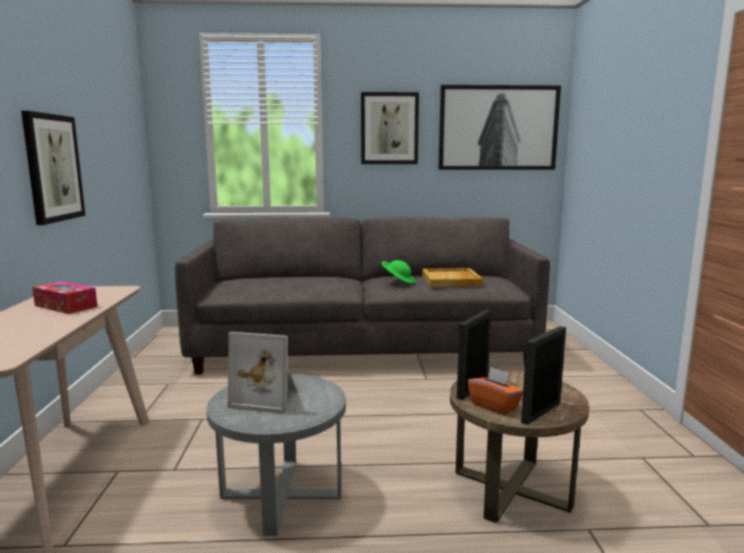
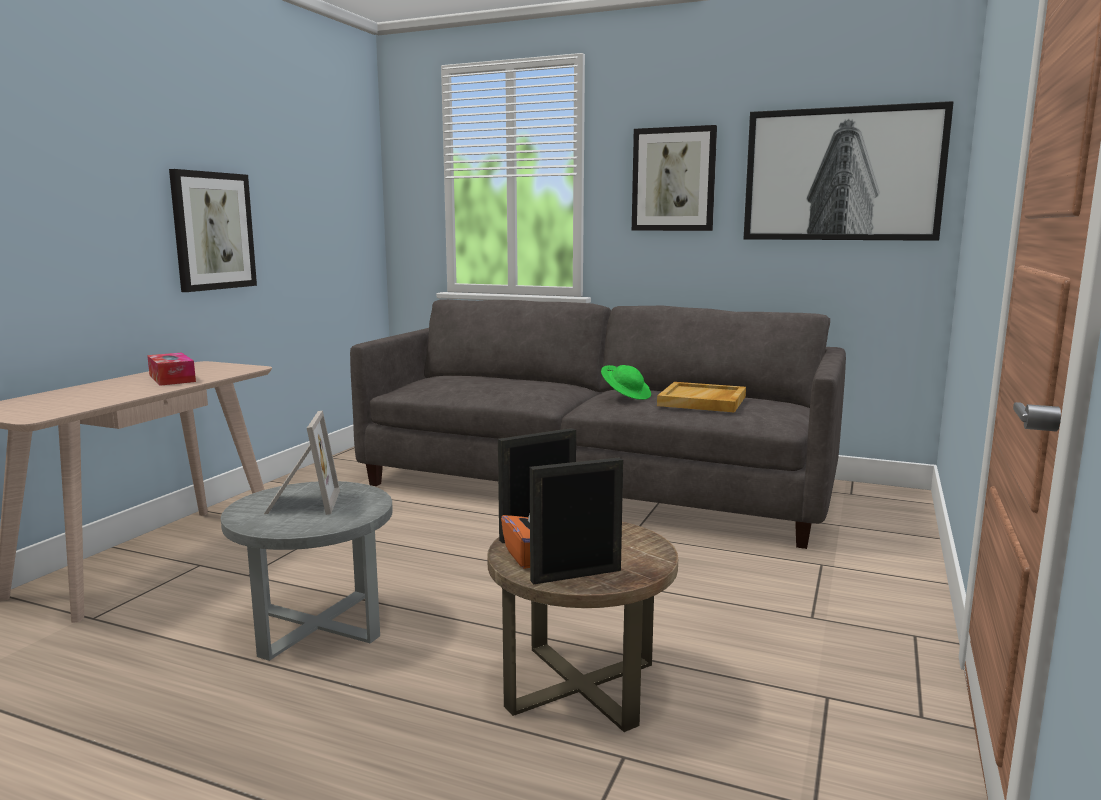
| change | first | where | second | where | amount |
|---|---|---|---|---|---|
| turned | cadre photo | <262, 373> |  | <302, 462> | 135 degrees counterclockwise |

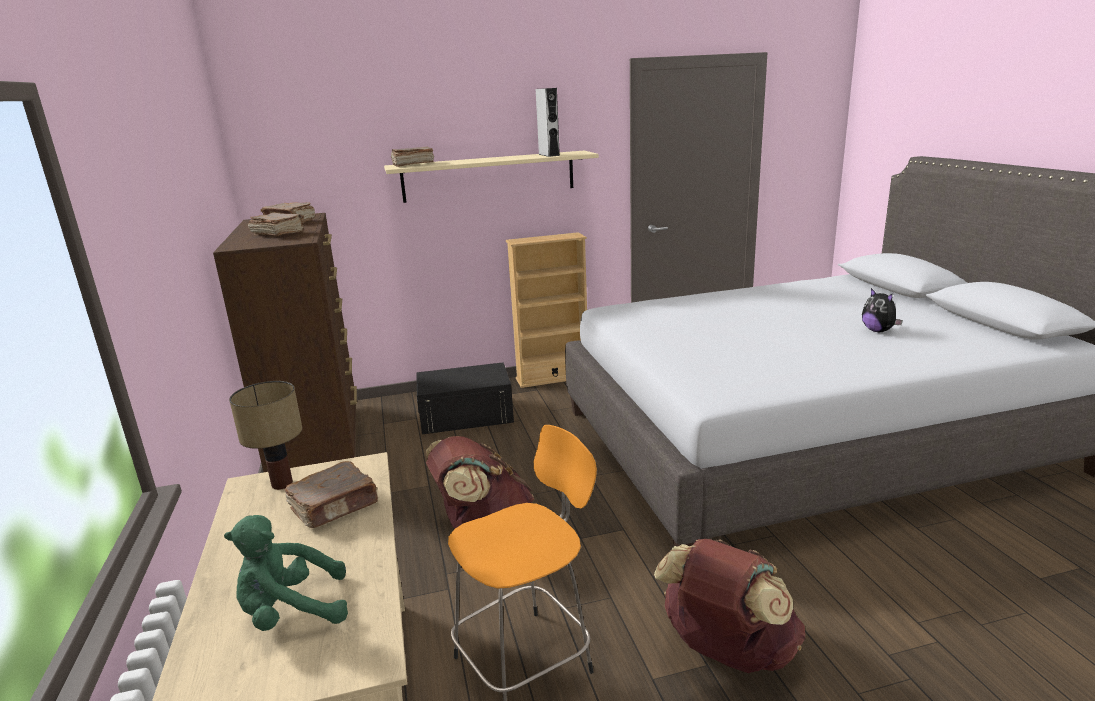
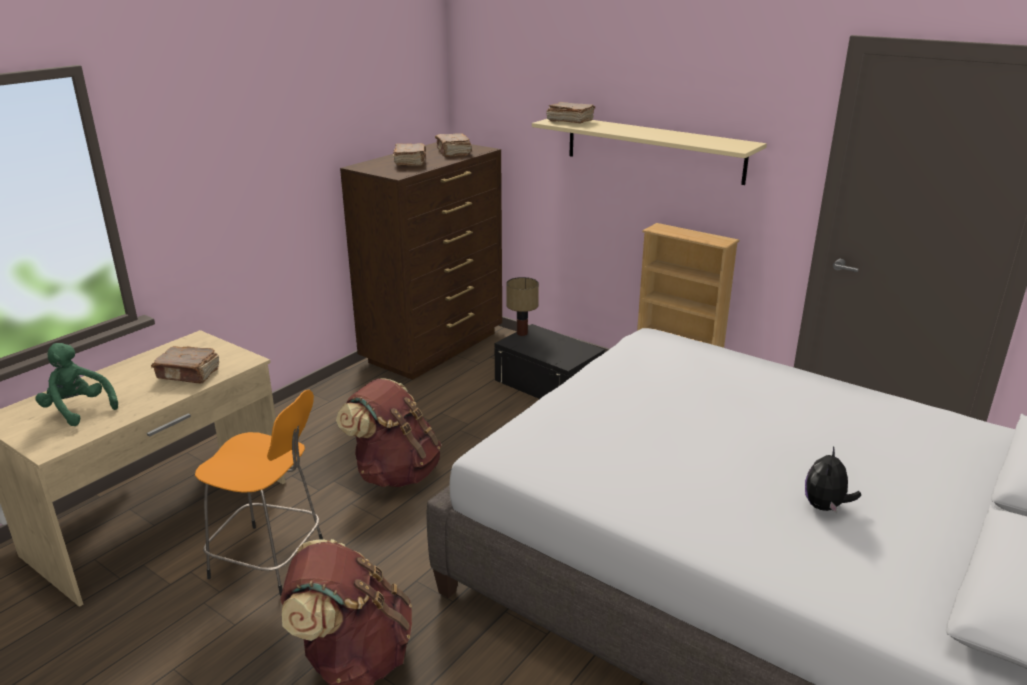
| change | first | where | second | where | amount |
|---|---|---|---|---|---|
| removed | enceinte/gris | <548, 122> |  |  |  |
| moved | lampe de table | <266, 435> |  | <522, 306> |  |

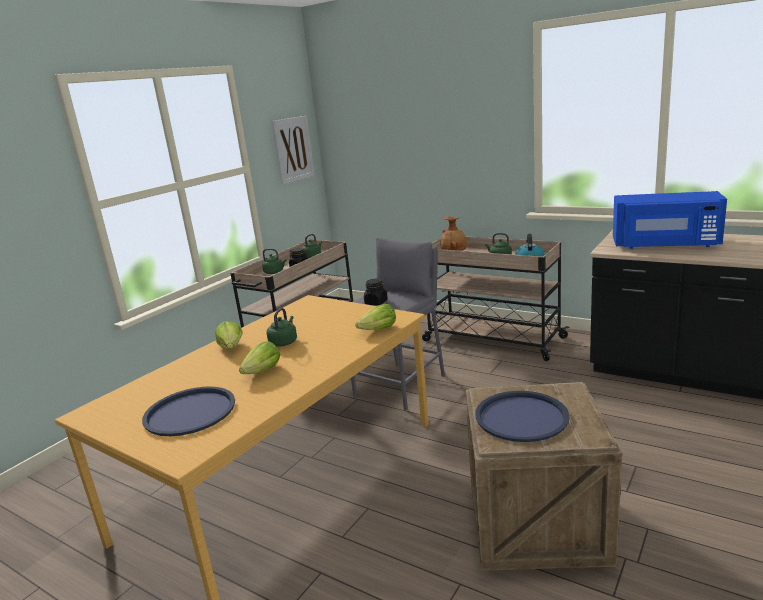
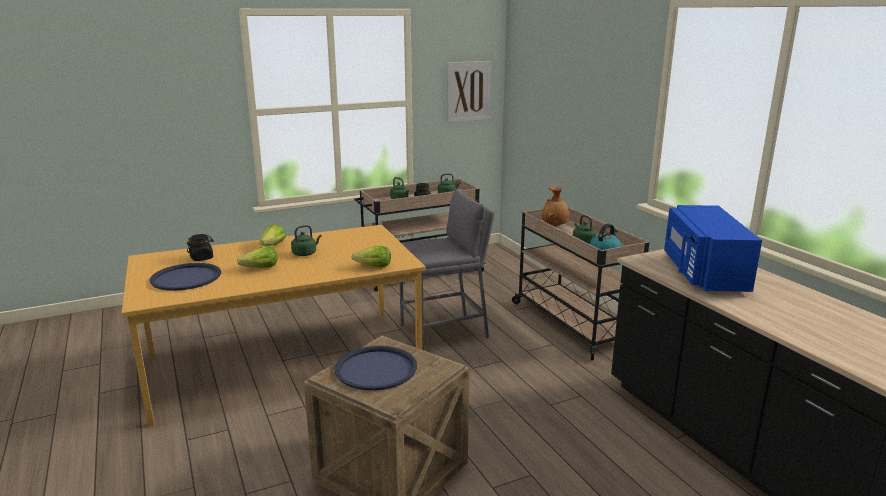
| change | first | where | second | where | amount |
|---|---|---|---|---|---|
| turned | micro-ondes/bleu | <670, 220> |  | <713, 248> | 45 degrees clockwise |
| moved | bocal/noir | <376, 292> |  | <200, 247> |  |

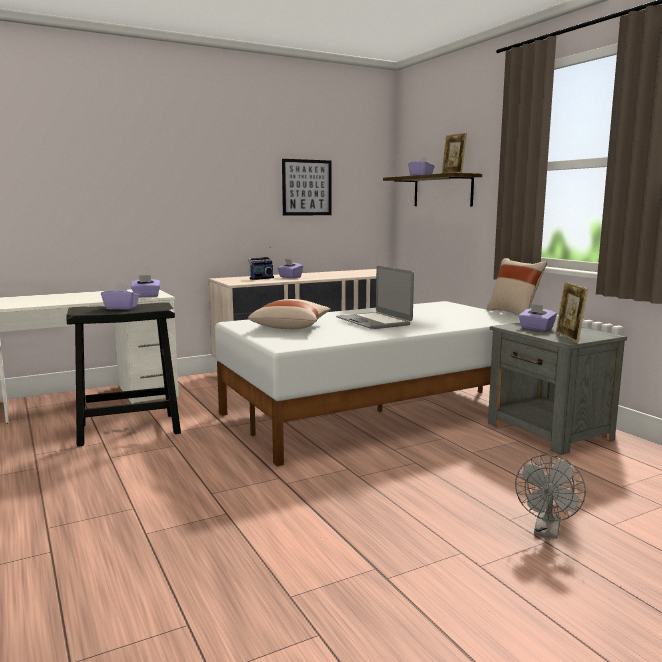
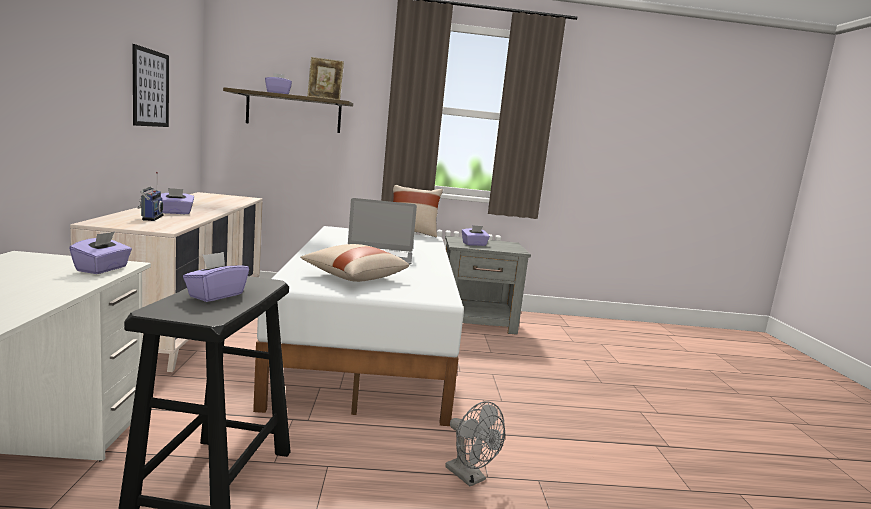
| change | first | where | second | where | amount |
|---|---|---|---|---|---|
| removed | cadre photo | <572, 312> |  |  |  |
| moved | ventilateur/gris | <550, 497> |  | <475, 443> |  |

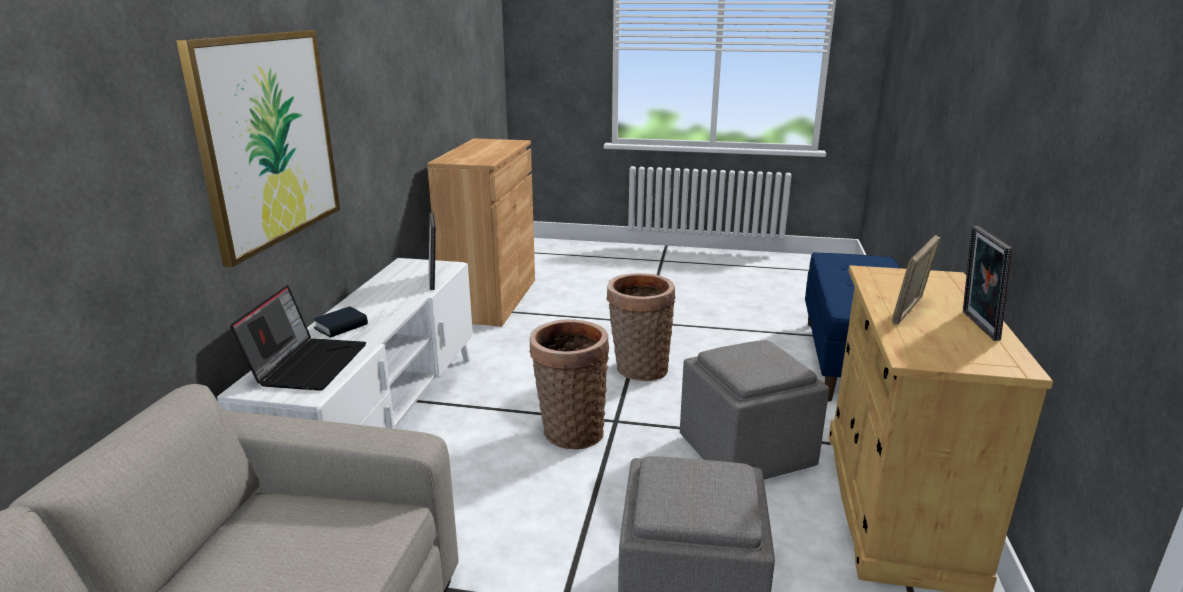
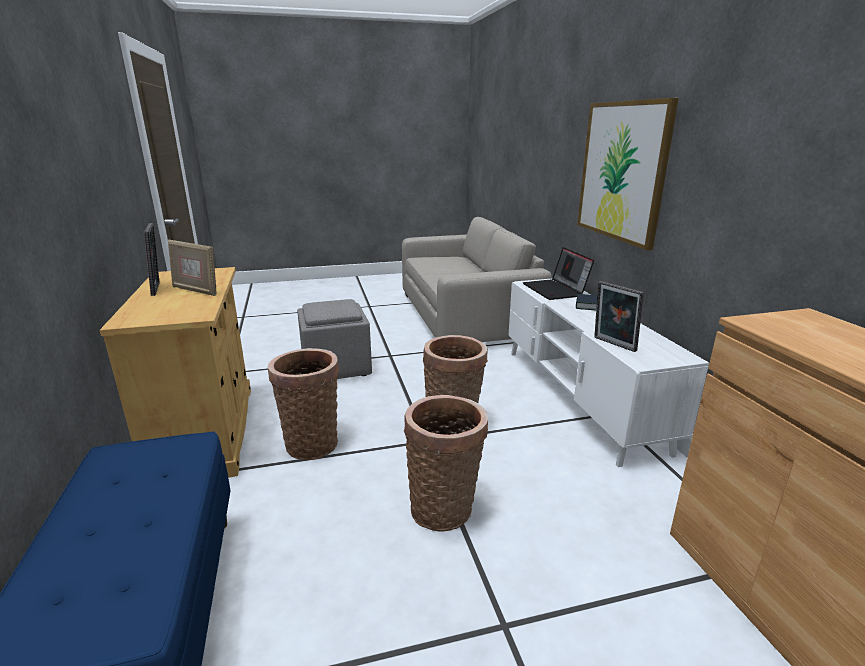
| change | first | where | second | where | amount |
|---|---|---|---|---|---|
| turned | cadre photo | <916, 280> |  | <192, 268> | 105 degrees clockwise |
| replaced | pouf/gris | <754, 409> | panier | <303, 404> |  |

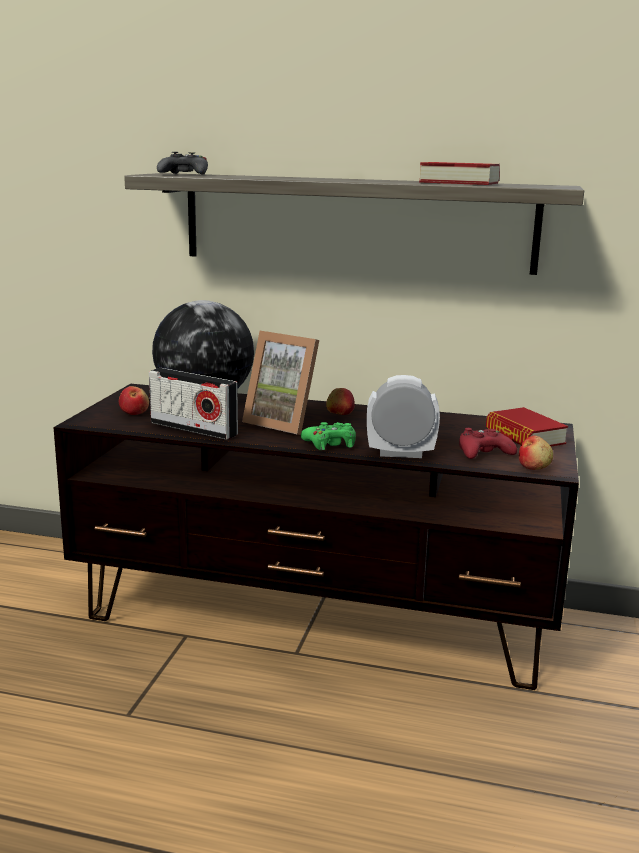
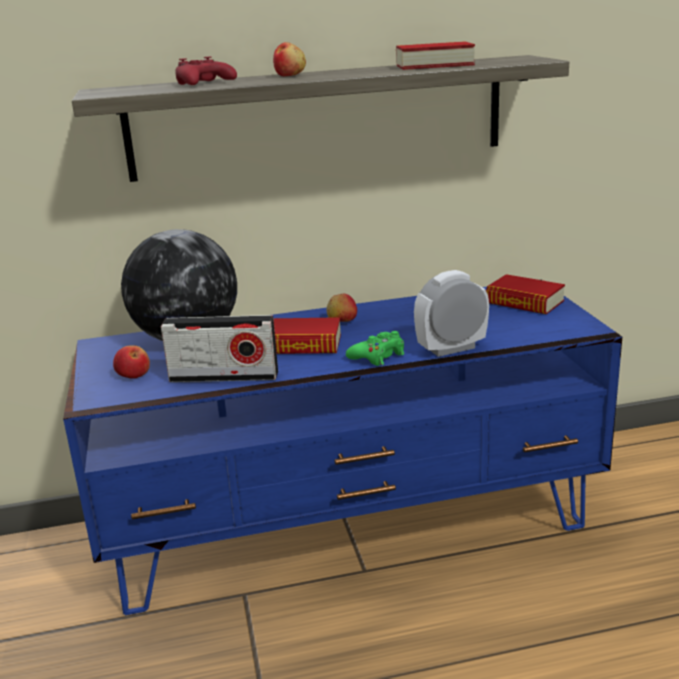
| change | first | where | second | where | amount |
|---|---|---|---|---|---|
| removed | manette/noir | <182, 163> |  |  |  |
| replaced | cadre photo | <280, 383> | livre | <307, 335> |  |
| recoloured | meuble télé/marron | <316, 537> | meuble télé/bleu | <342, 451> |  |
| moved | manette/rouge | <488, 443> |  | <206, 71> |  |
| moved | pomme | <536, 453> |  | <289, 59> |  |

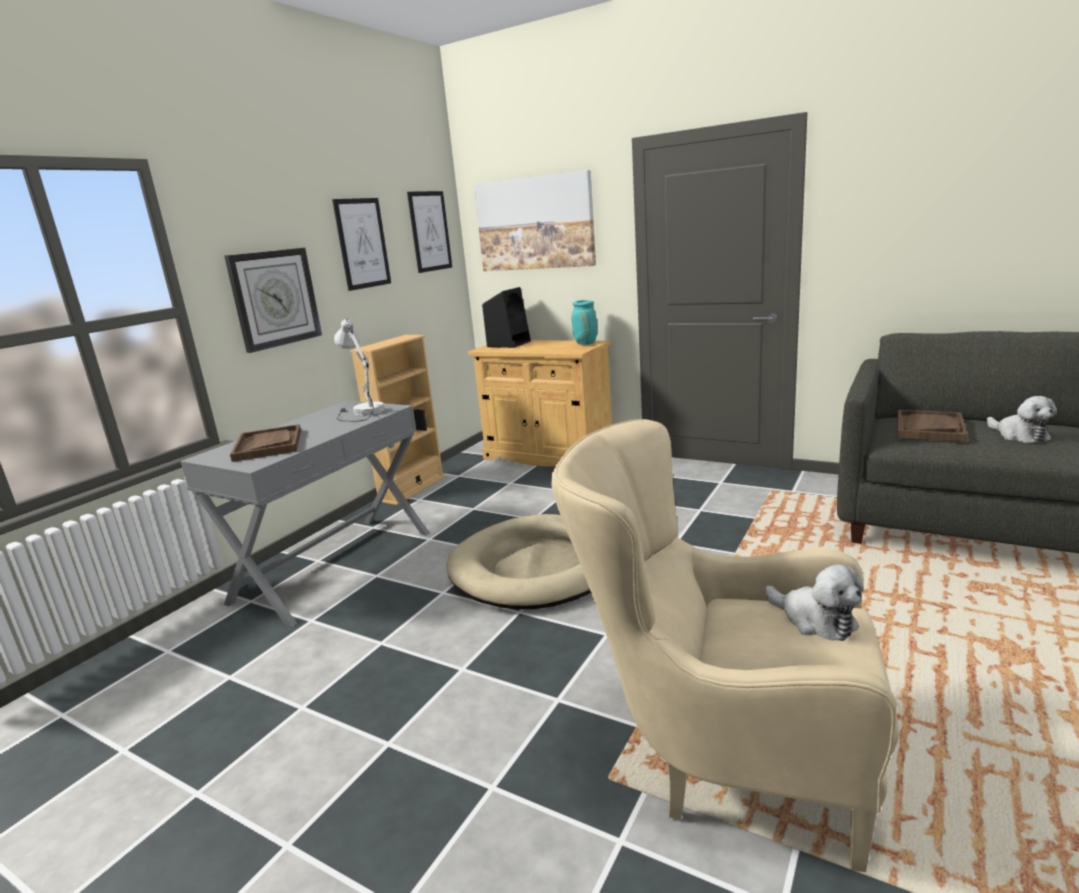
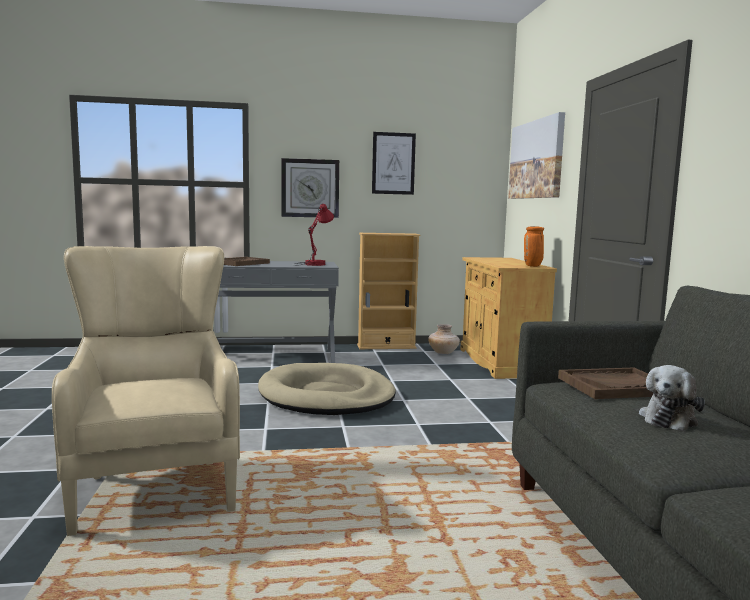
| change | first | where | second | where | amount |
|---|---|---|---|---|---|
| removed | tableau | <429, 232> |  |  |  |
| removed | enceinte/noir | <506, 317> |  |  |  |
| recoloured | vase/turquoise | <584, 322> | vase/orange | <534, 246> |  |
| recoloured | lampe de table/blanc | <359, 370> | lampe de table/rouge | <313, 235> |  |
| removed | peluche | <814, 602> |  |  |  |
| added |  |  | vase/beige | <444, 339> |  |

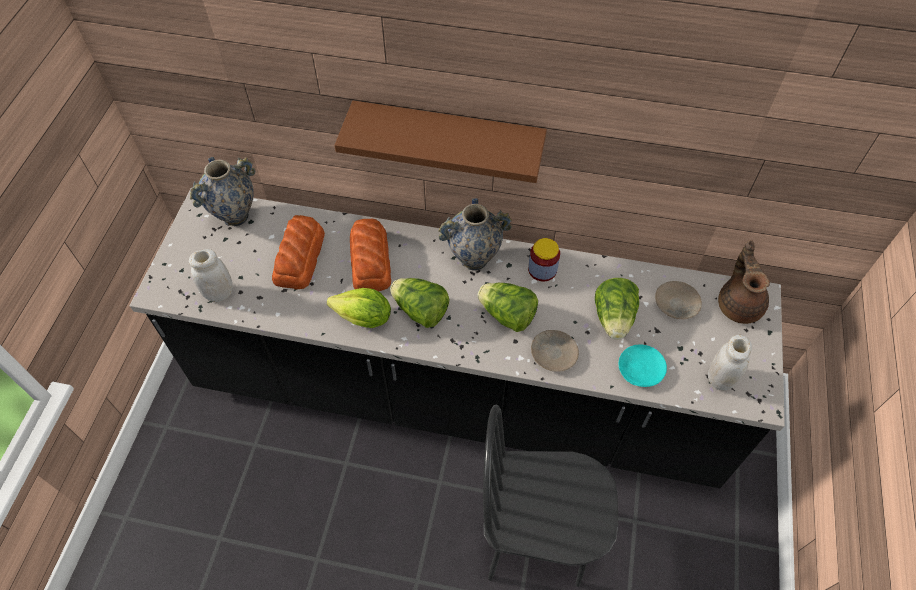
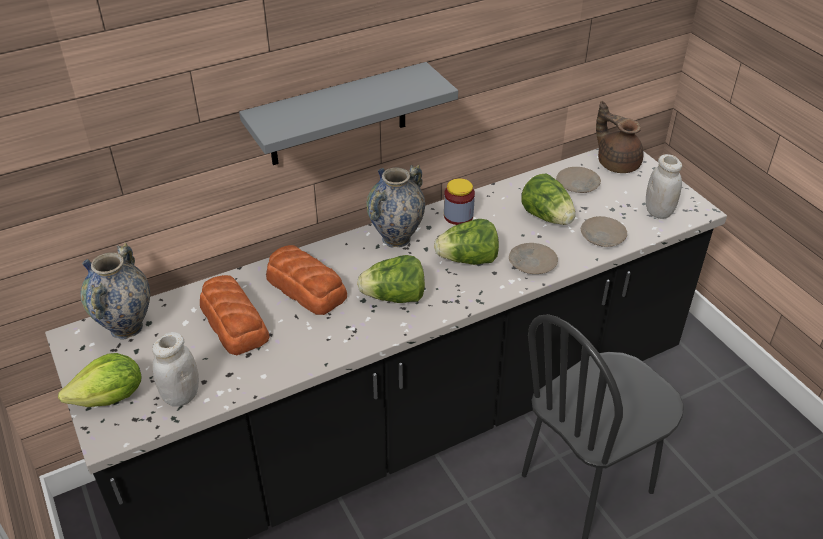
| change | first | where | second | where | amount |
|---|---|---|---|---|---|
| recoloured | étagère/marron | <440, 142> | étagère/gris | <348, 113> |  |
| moved | laitue | <359, 308> |  | <99, 380> |  |
| recoloured | assiette/turquoise | <643, 366> | assiette/beige | <604, 231> |  |

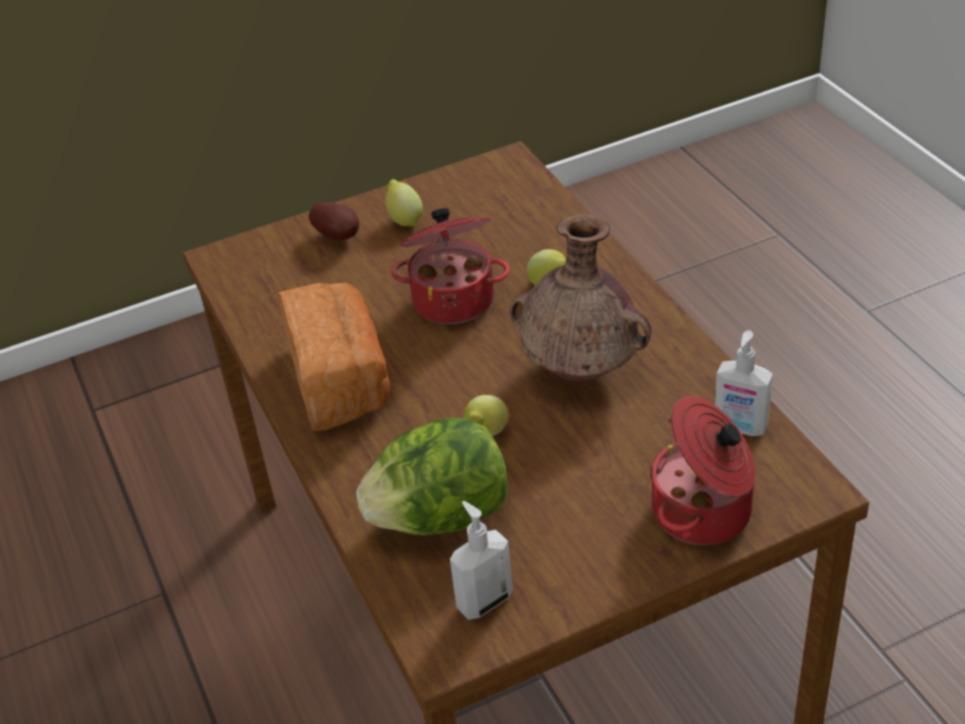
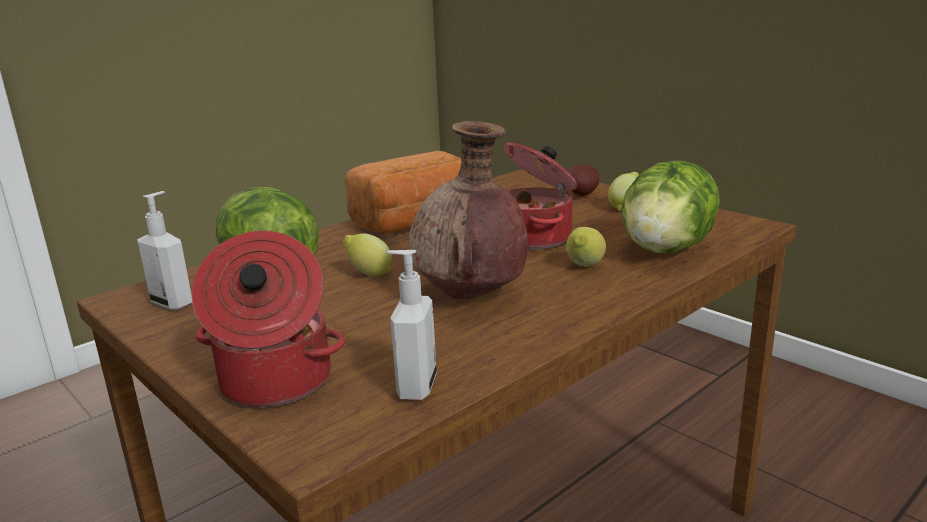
| change | first | where | second | where | amount |
|---|---|---|---|---|---|
| added |  |  | laitue | <671, 206> |  |

